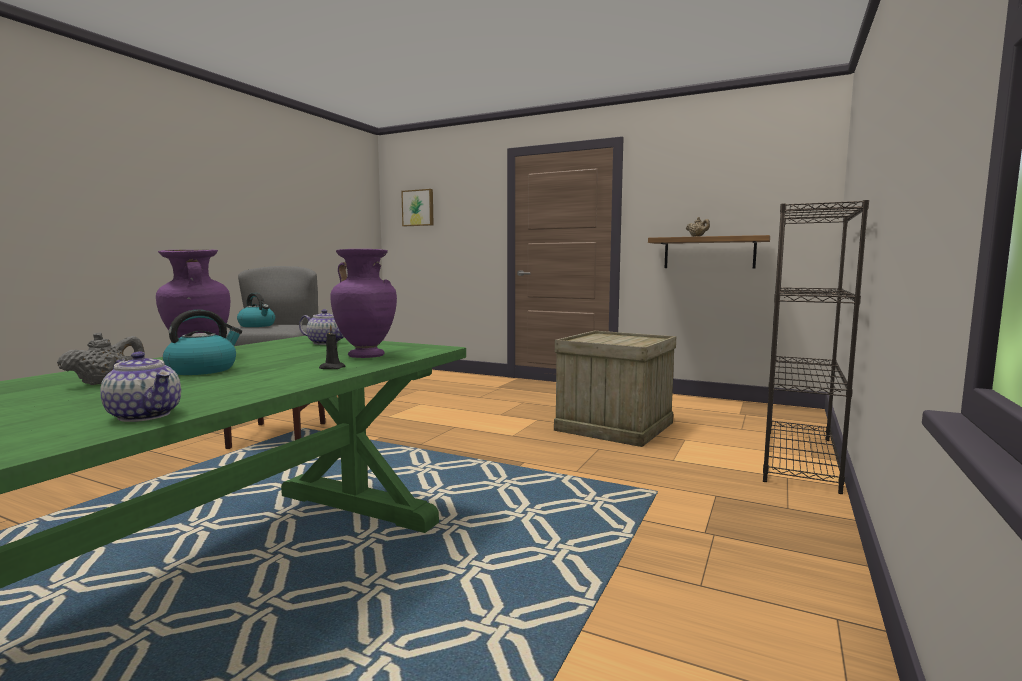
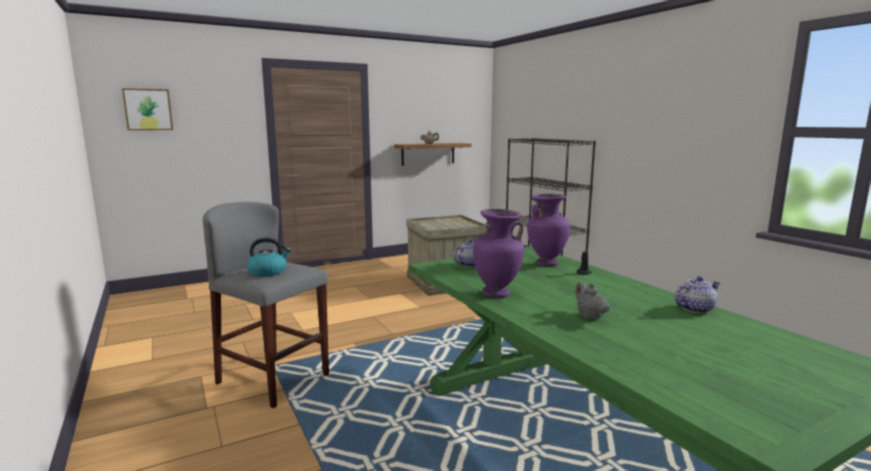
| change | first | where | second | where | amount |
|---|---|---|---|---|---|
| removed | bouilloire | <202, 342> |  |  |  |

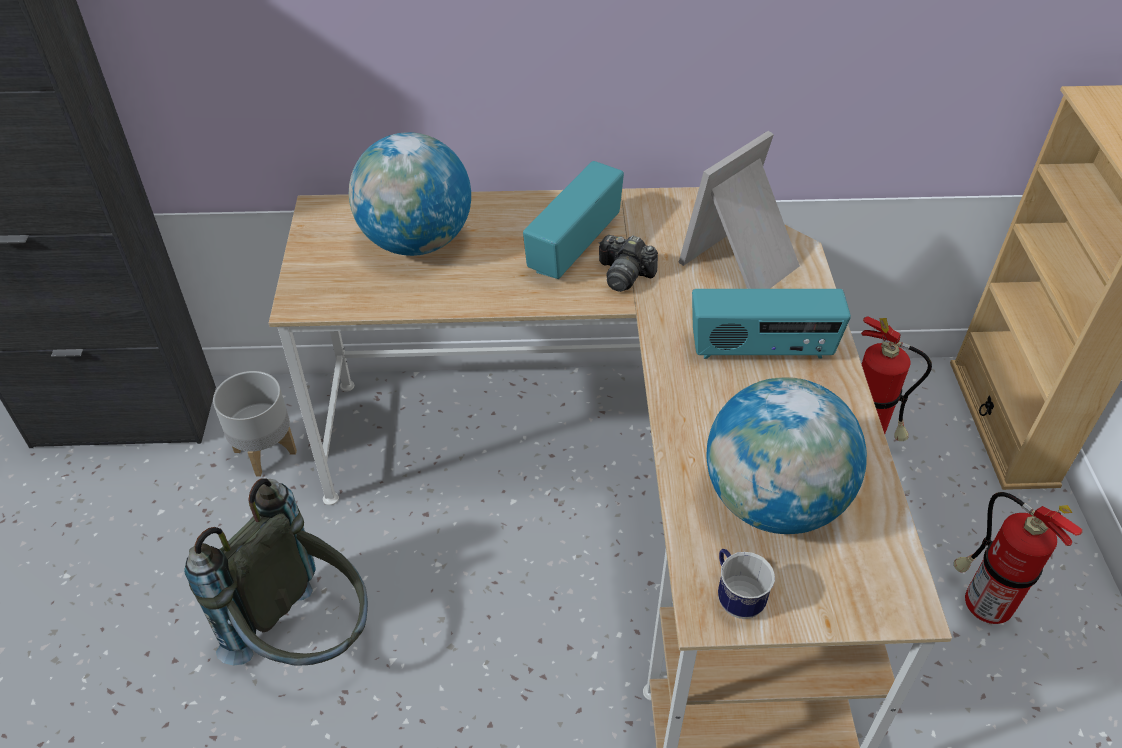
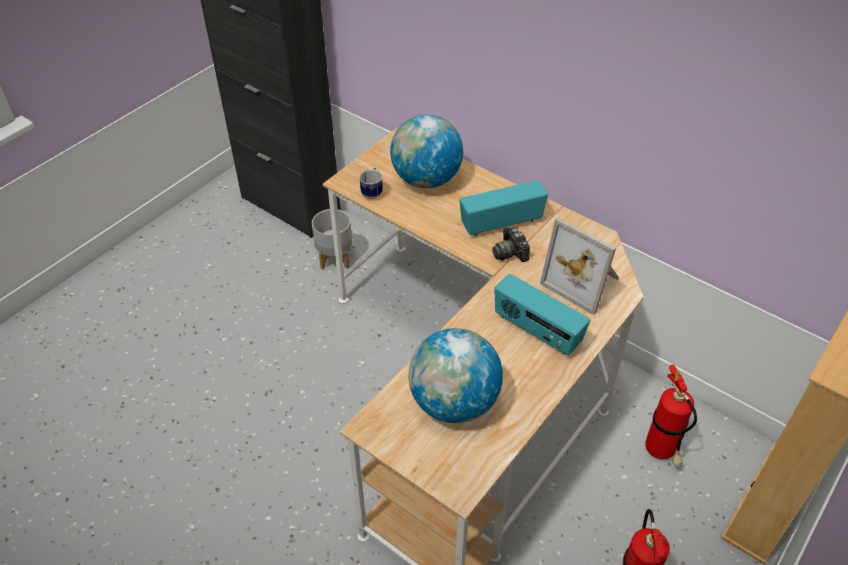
| change | first | where | second | where | amount |
|---|---|---|---|---|---|
| turned | cadre photo | <739, 210> |  | <579, 266> | 135 degrees counterclockwise |
| removed | sac à dos/gris | <276, 572> |  |  |  |
| moved | mug | <746, 584> |  | <371, 183> |  |

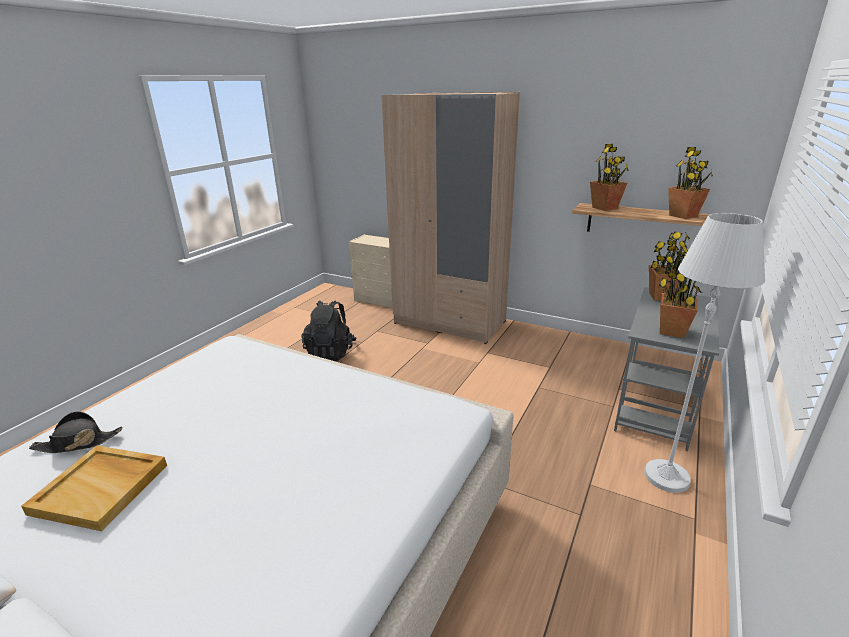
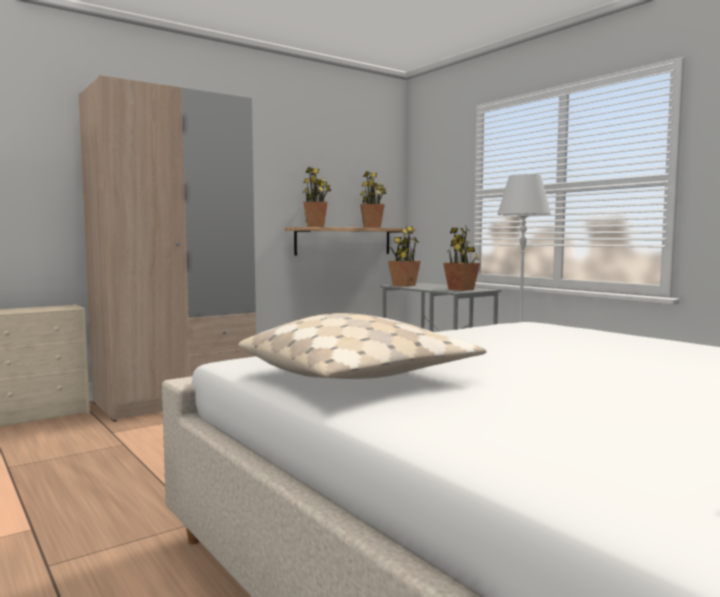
| change | first | where | second | where | amount |
|---|---|---|---|---|---|
| removed | sac à dos/noir | <329, 330> |  |  |  |
| removed | chapeau/noir | <75, 432> |  |  |  |
| removed | plateau/beige | <94, 488> |  |  |  |
| added |  |  | coussin/beige | <362, 346> |  |

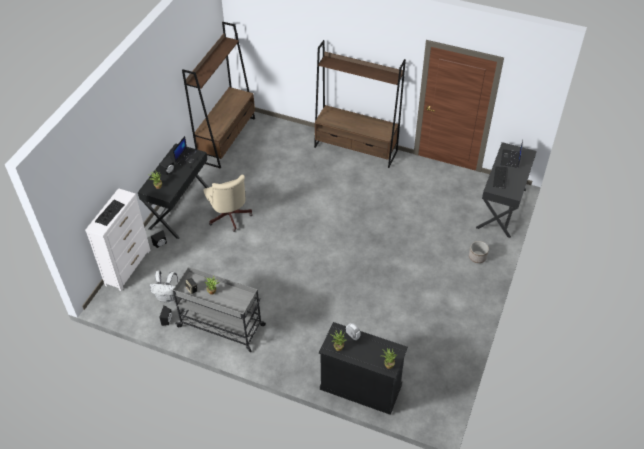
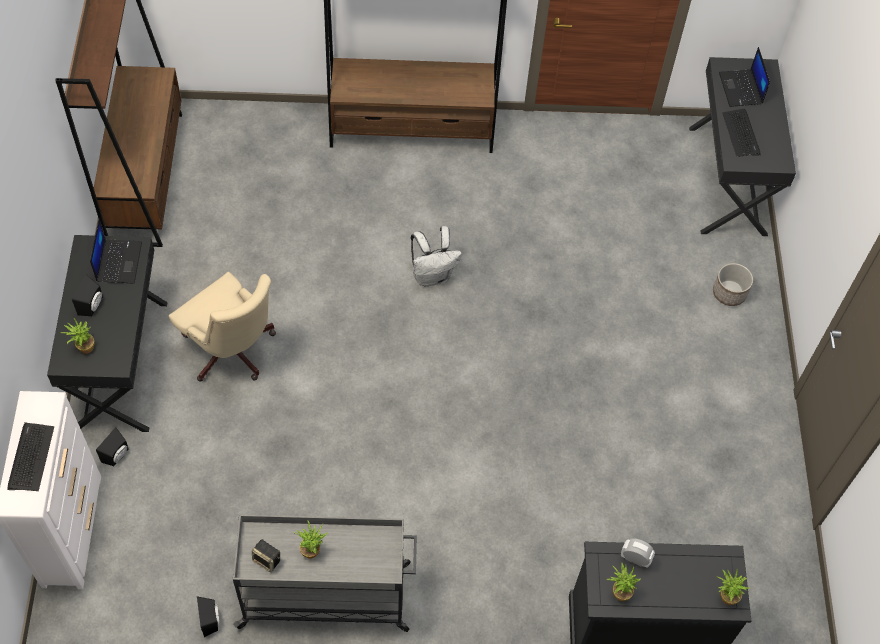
| change | first | where | second | where | amount |
|---|---|---|---|---|---|
| moved | sac à dos/blanc | <164, 287> |  | <436, 256> |  |

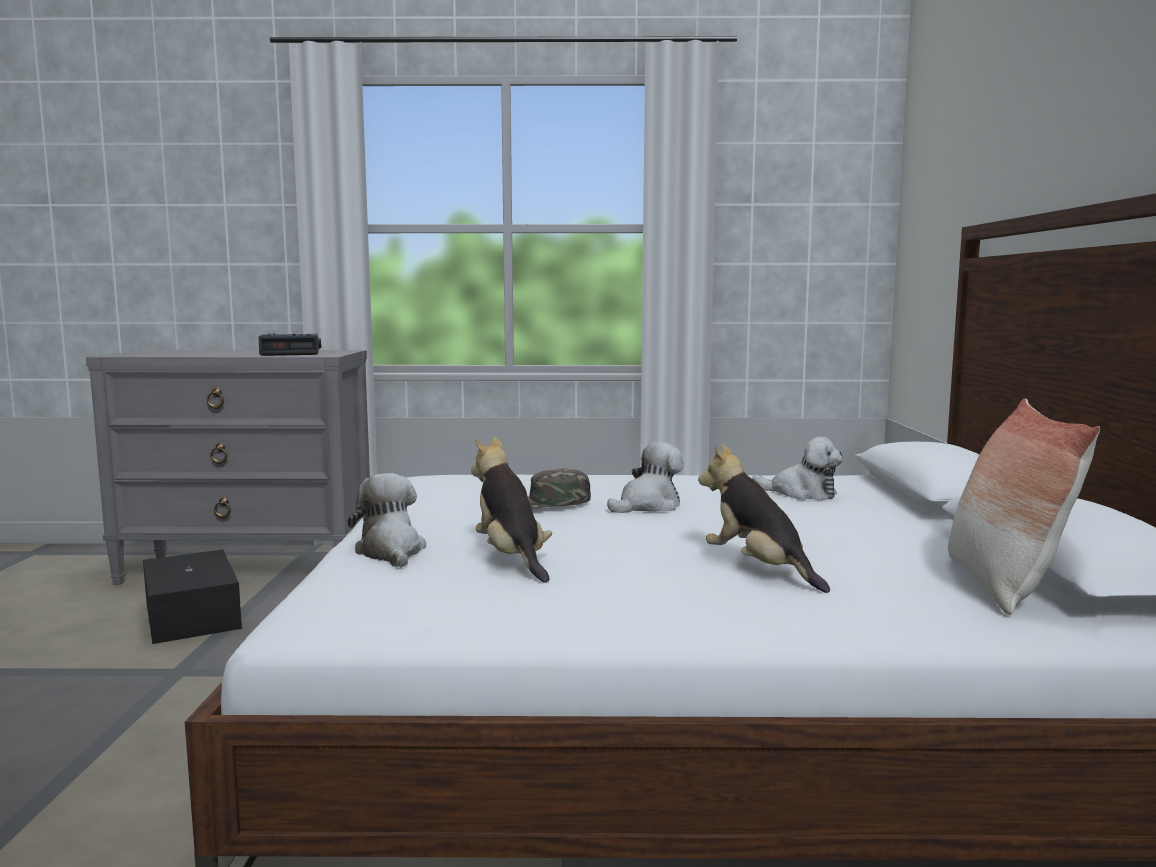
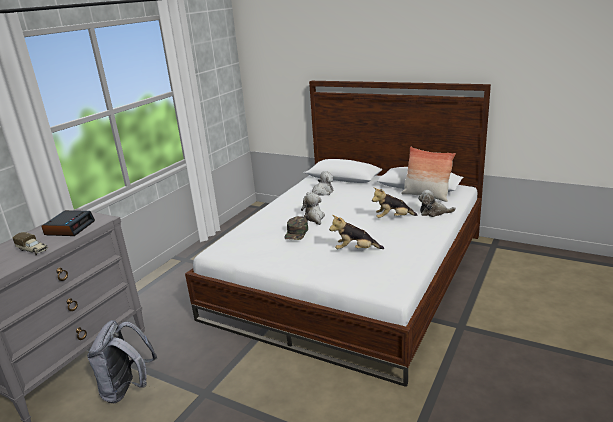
| change | first | where | second | where | amount |
|---|---|---|---|---|---|
| moved | peluche | <387, 520> |  | <437, 203> |  |
| replaced | boîte de rangement/noir | <192, 596> | sac à dos/gris | <122, 361> |  |
| added |  |  | camion jouet | <30, 243> |  |

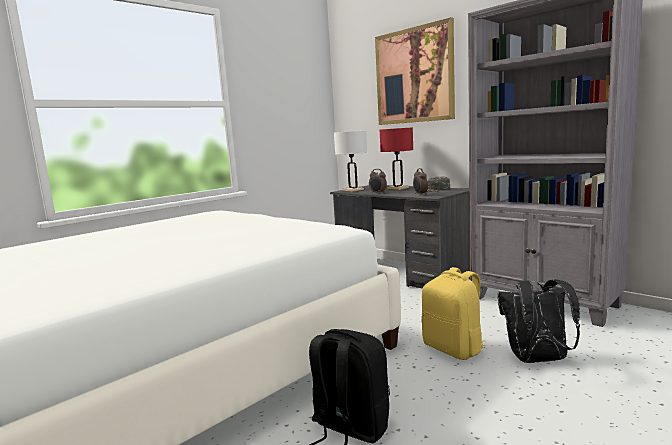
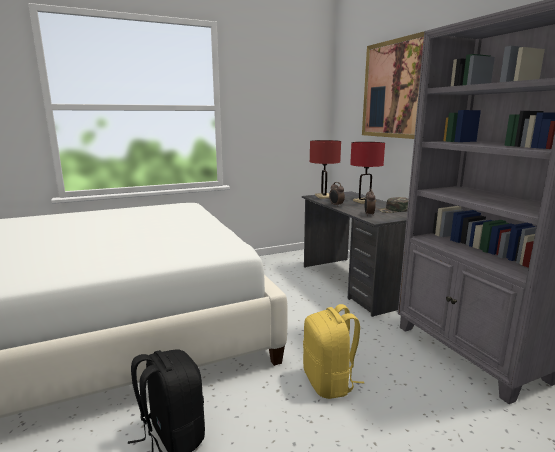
| change | first | where | second | where | amount |
|---|---|---|---|---|---|
| recoloured | lampe de table/blanc | <350, 161> | lampe de table/rouge | <325, 169> |  |
| removed | sac à dos/noir | <539, 321> |  |  |  |

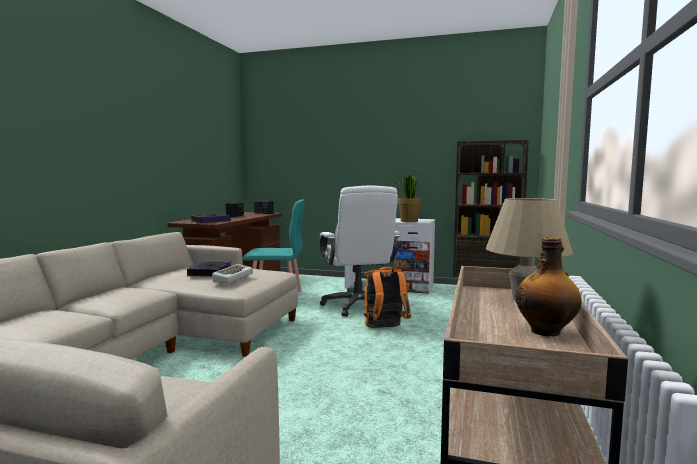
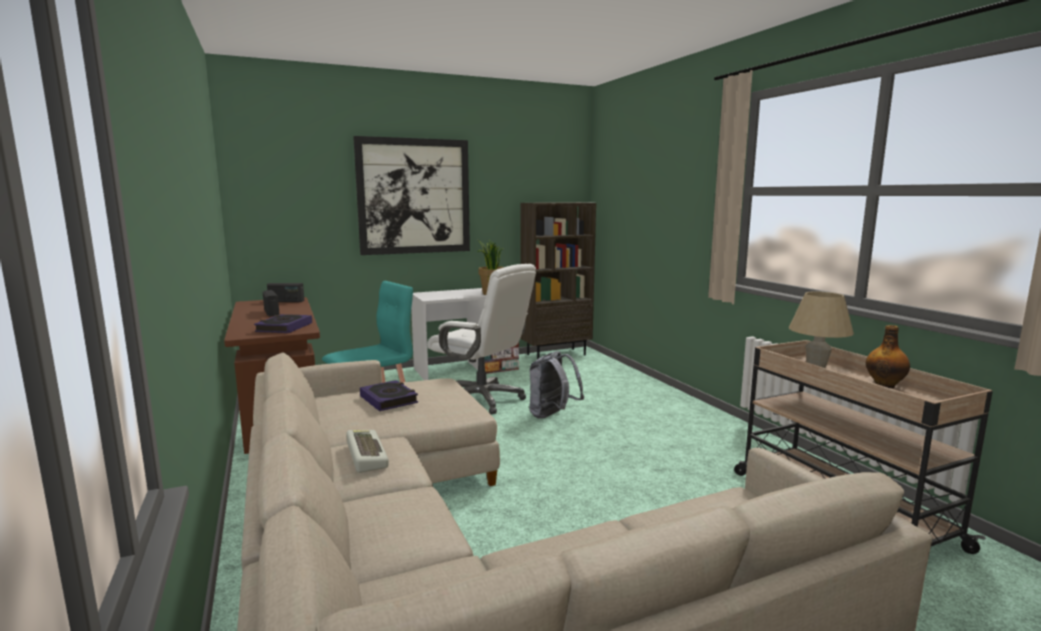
| change | first | where | second | where | amount |
|---|---|---|---|---|---|
| moved | clavier | <232, 273> |  | <367, 451> |  |
| recoloured | sac à dos/orange | <387, 297> | sac à dos/gris | <556, 385> |  |
| added |  |  | tableau | <411, 195> |  |

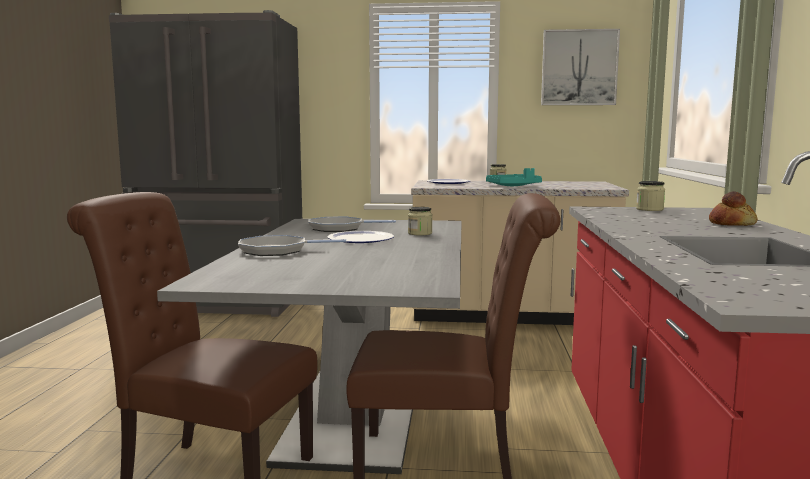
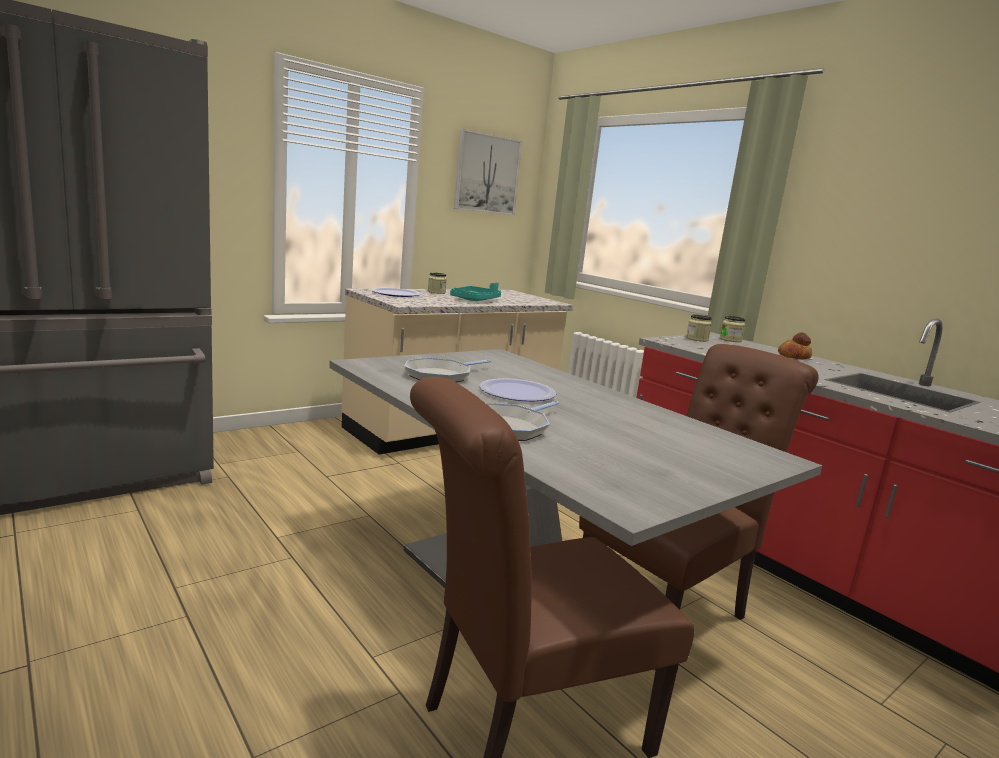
| change | first | where | second | where | amount |
|---|---|---|---|---|---|
| moved | bocal | <420, 221> |  | <732, 329> |  |

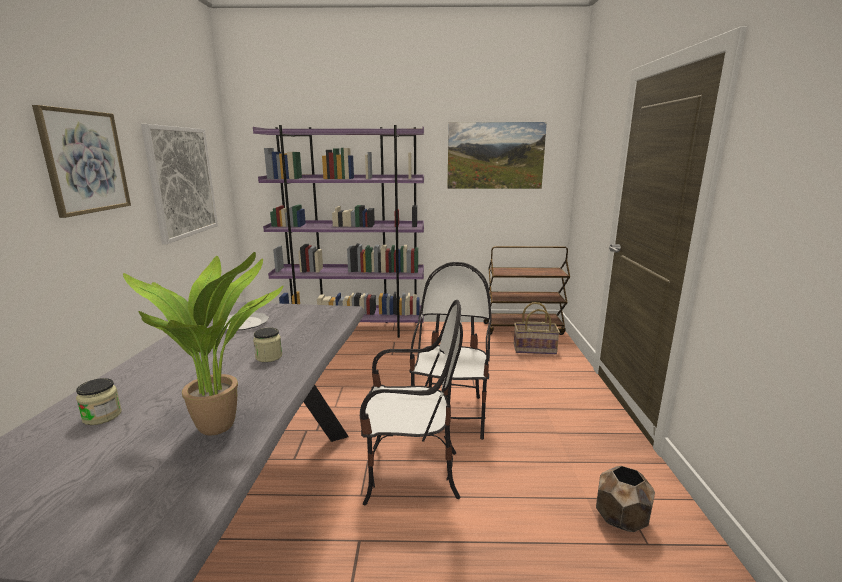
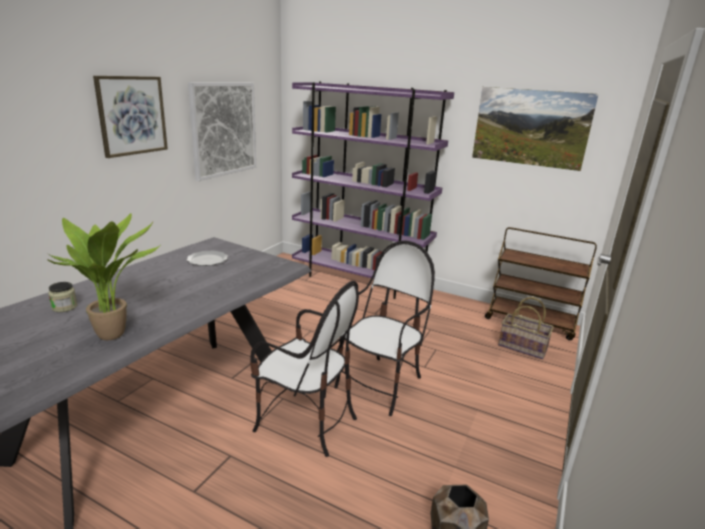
| change | first | where | second | where | amount |
|---|---|---|---|---|---|
| removed | bocal | <267, 345> |  |  |  |

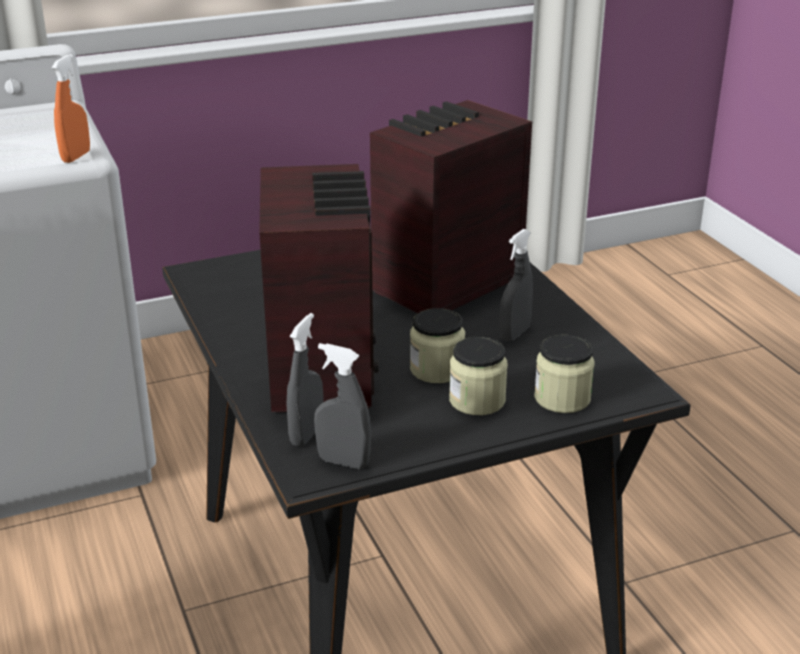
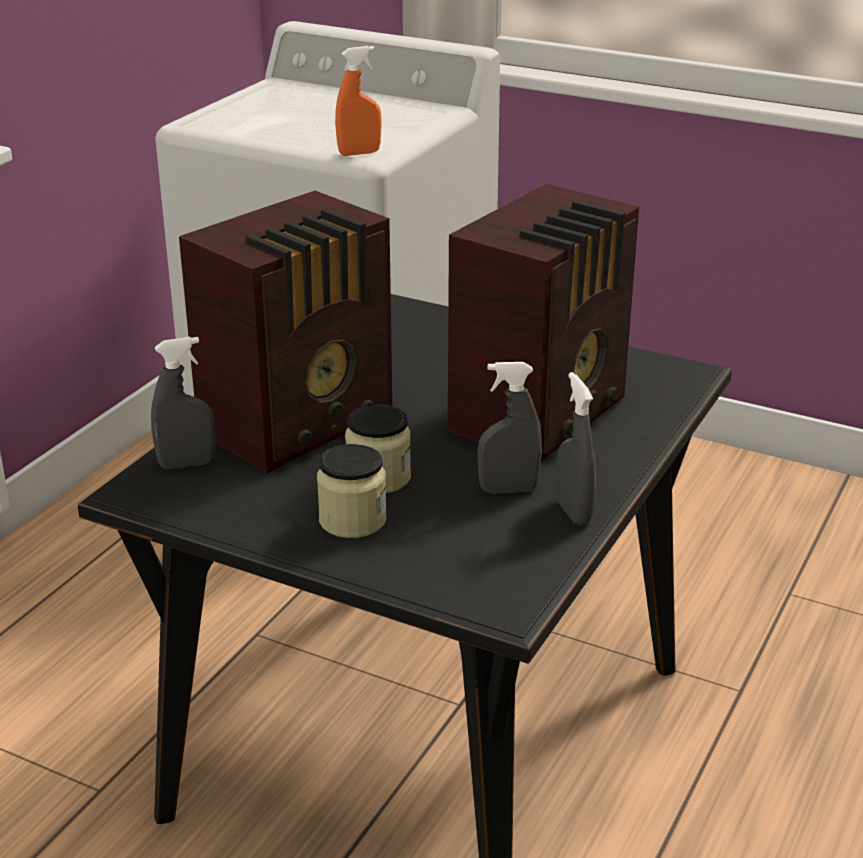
| change | first | where | second | where | amount |
|---|---|---|---|---|---|
| turned | radio | <451, 206> |  | <543, 323> | 120 degrees clockwise |
| removed | bocal | <564, 374> |  |  |  |
| moved | vaporisateur/gris | <342, 406> |  | <576, 448> |  |

